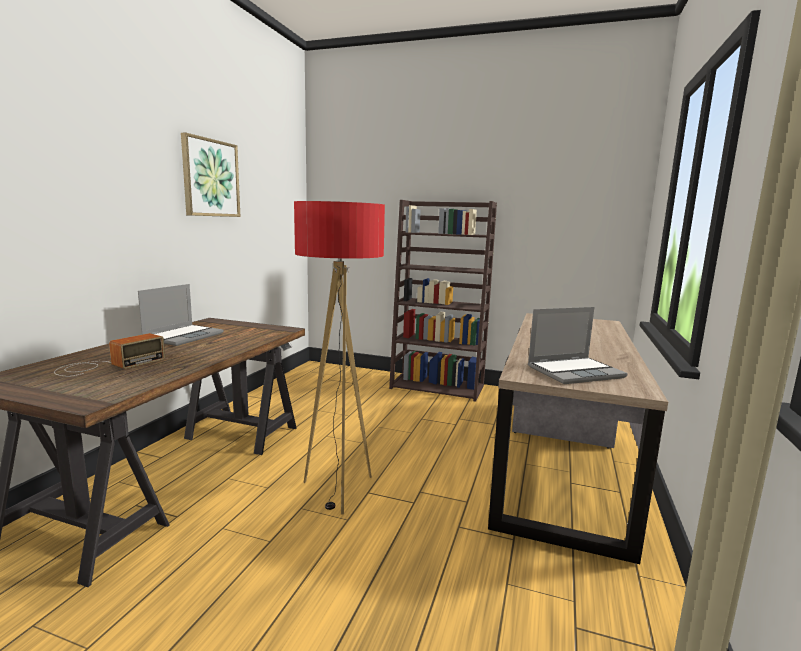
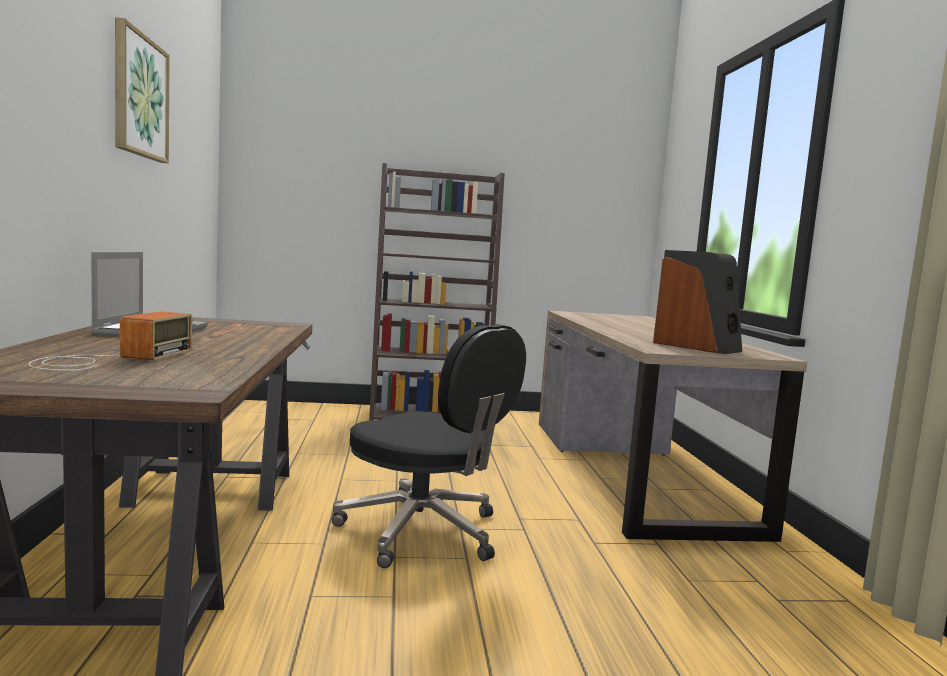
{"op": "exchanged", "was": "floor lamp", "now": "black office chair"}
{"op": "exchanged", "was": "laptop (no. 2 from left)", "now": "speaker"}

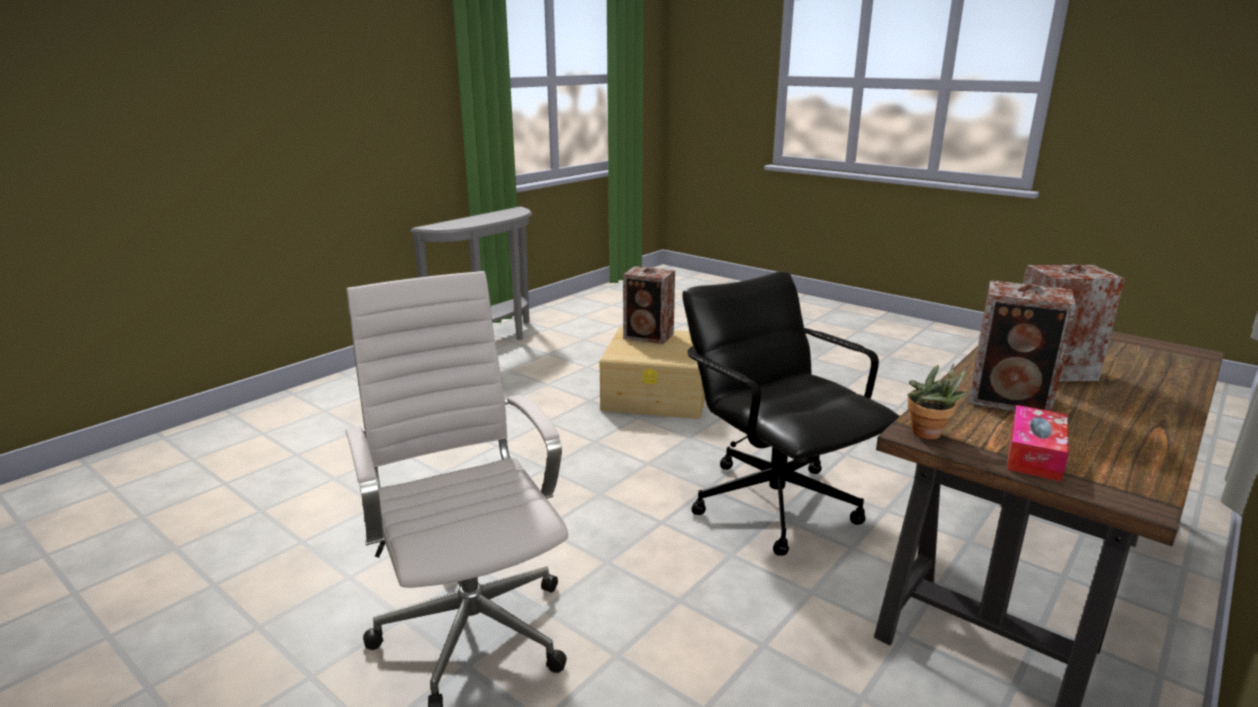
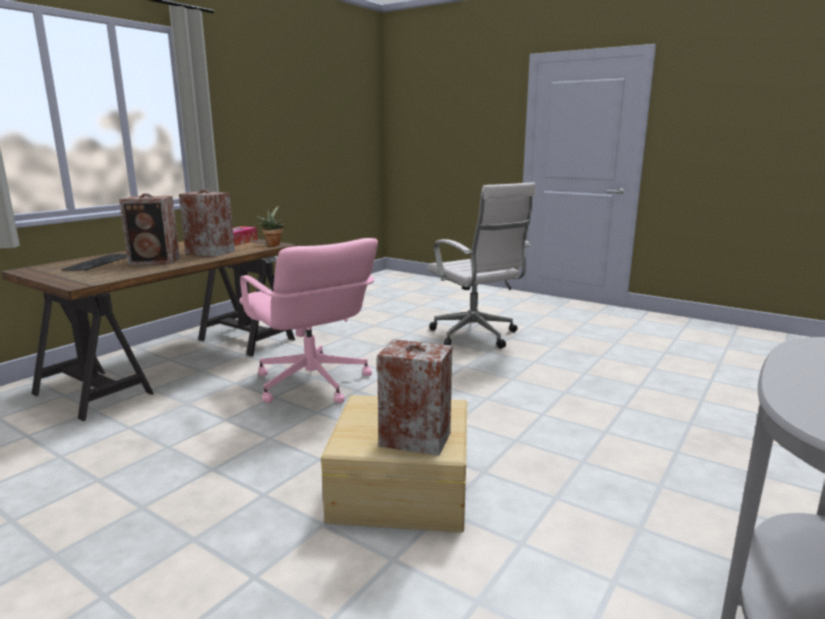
{"op": "appeared", "now": "keyboard"}
{"op": "colour", "was": "black office chair", "now": "pink office chair"}

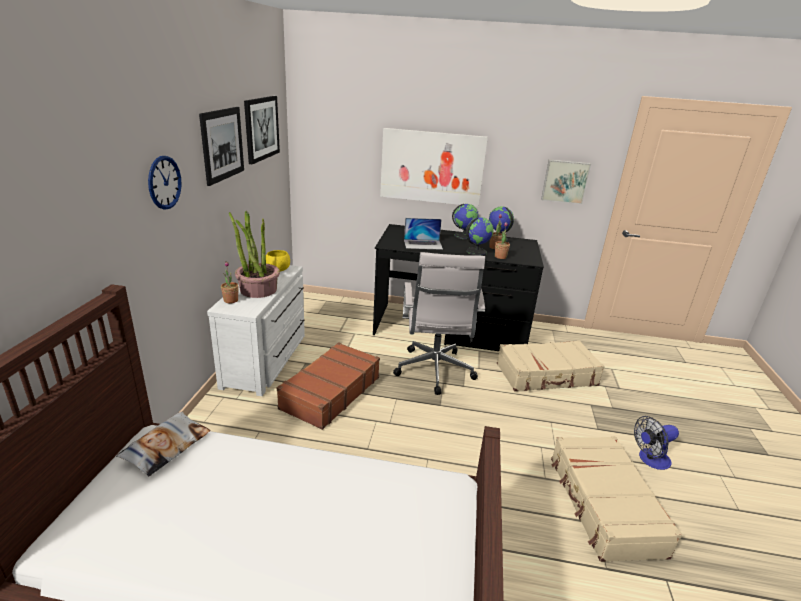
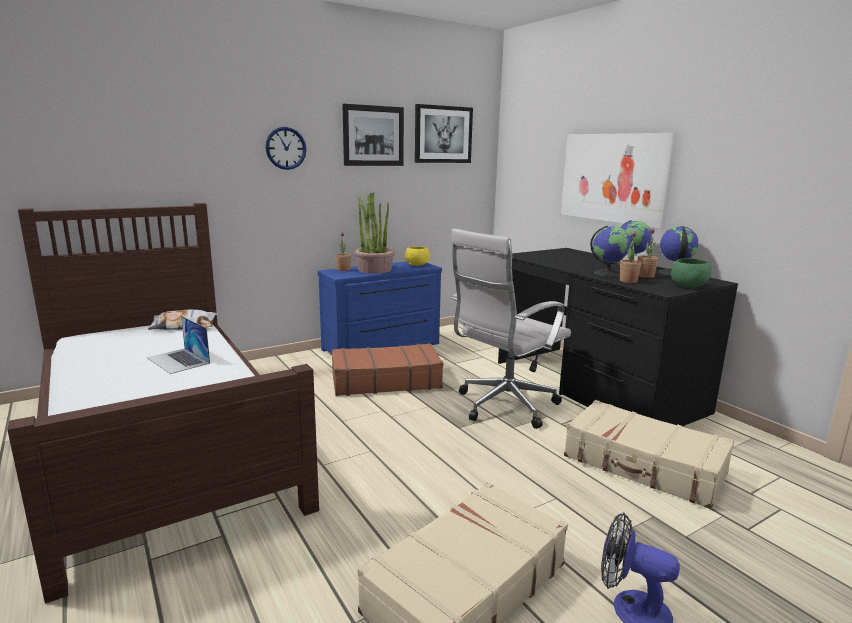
{"op": "missing", "was": "picture (no. 4 from left)"}
{"op": "appeared", "now": "green bowl"}
{"op": "relocated", "was": "laptop"}
{"op": "colour", "was": "white dresser", "now": "blue dresser"}

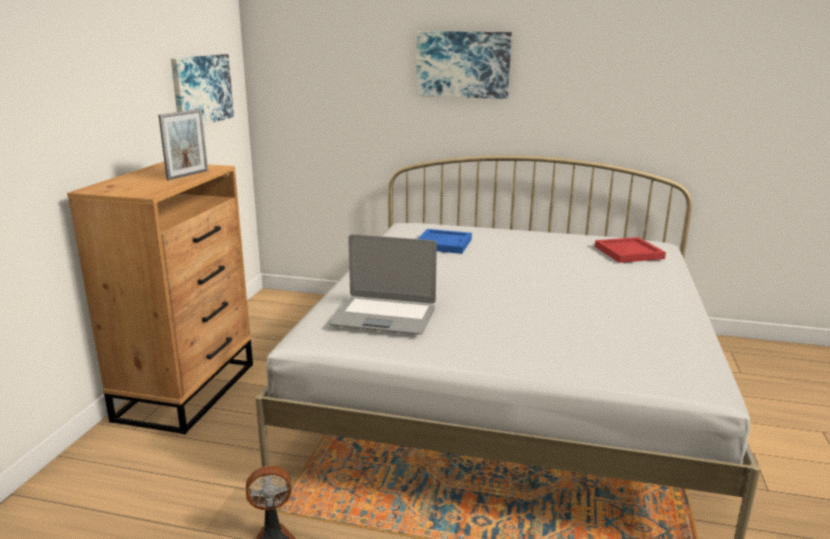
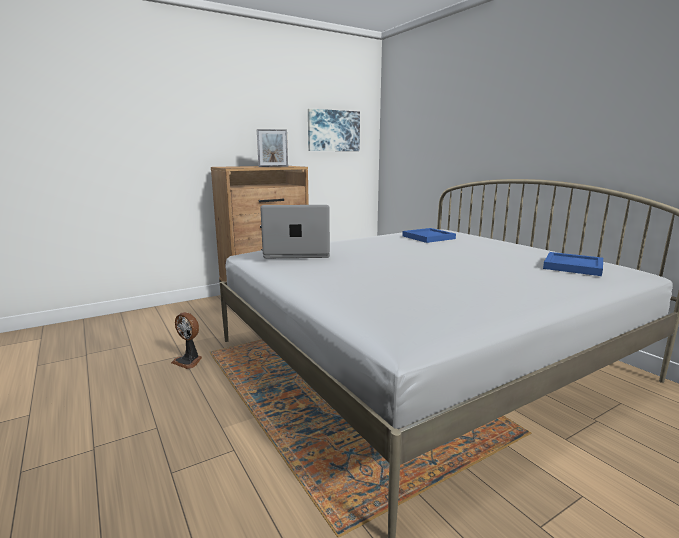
{"op": "missing", "was": "picture (no. 2 from left)"}
{"op": "colour", "was": "red tray", "now": "blue tray (no. 2 from left)"}
{"op": "spun", "was": "laptop", "clockwise": 120}

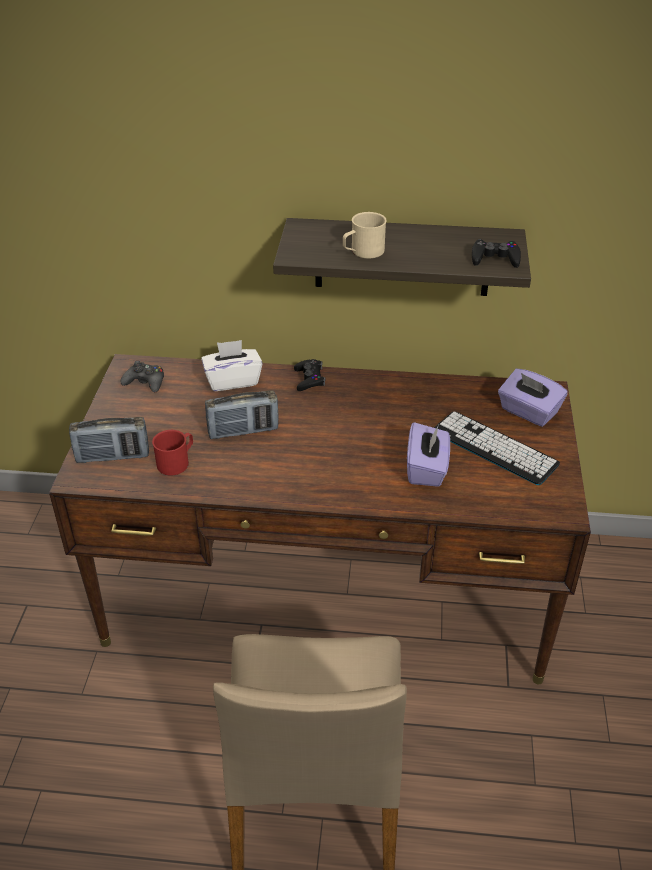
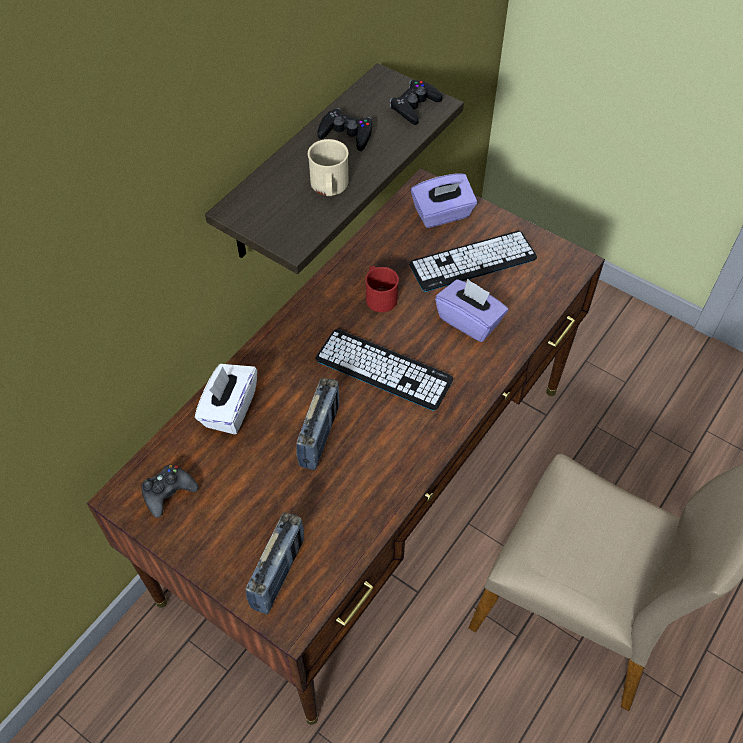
{"op": "appeared", "now": "keyboard (no. 1 from left)"}
{"op": "relocated", "was": "red mug"}
{"op": "relocated", "was": "black game controller (no. 2 from left)"}

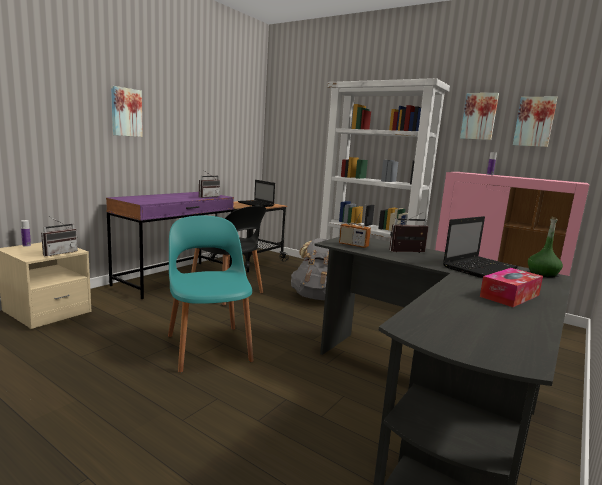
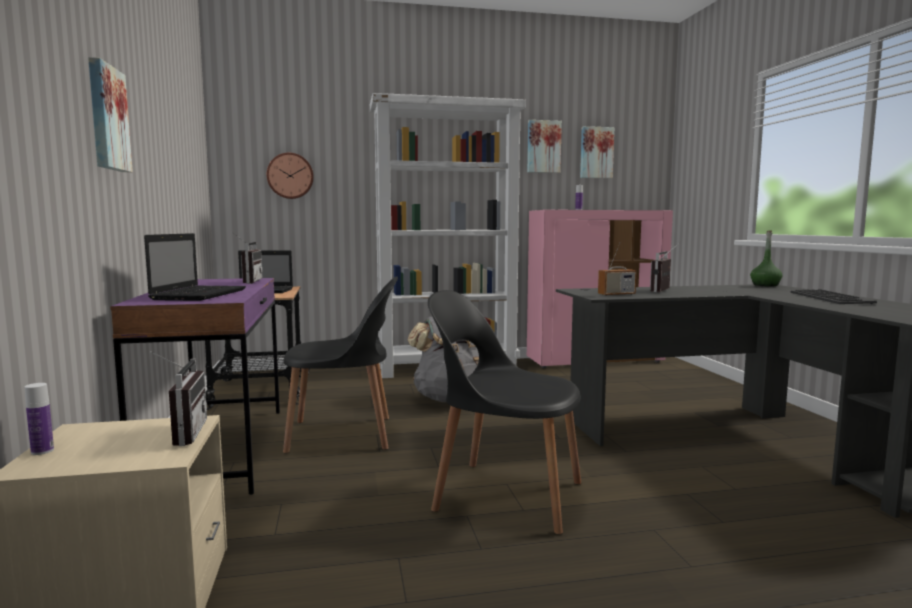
{"op": "appeared", "now": "wall clock"}
{"op": "relocated", "was": "laptop (no. 2 from left in the first image)", "now": "laptop (no. 1 from left)"}
{"op": "exchanged", "was": "tissue box", "now": "keyboard"}
{"op": "colour", "was": "turquoise chair", "now": "black chair (no. 2 from left)"}

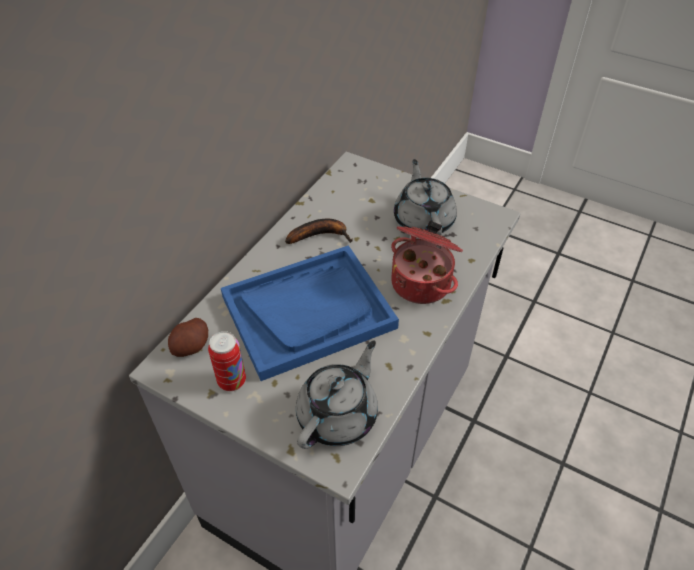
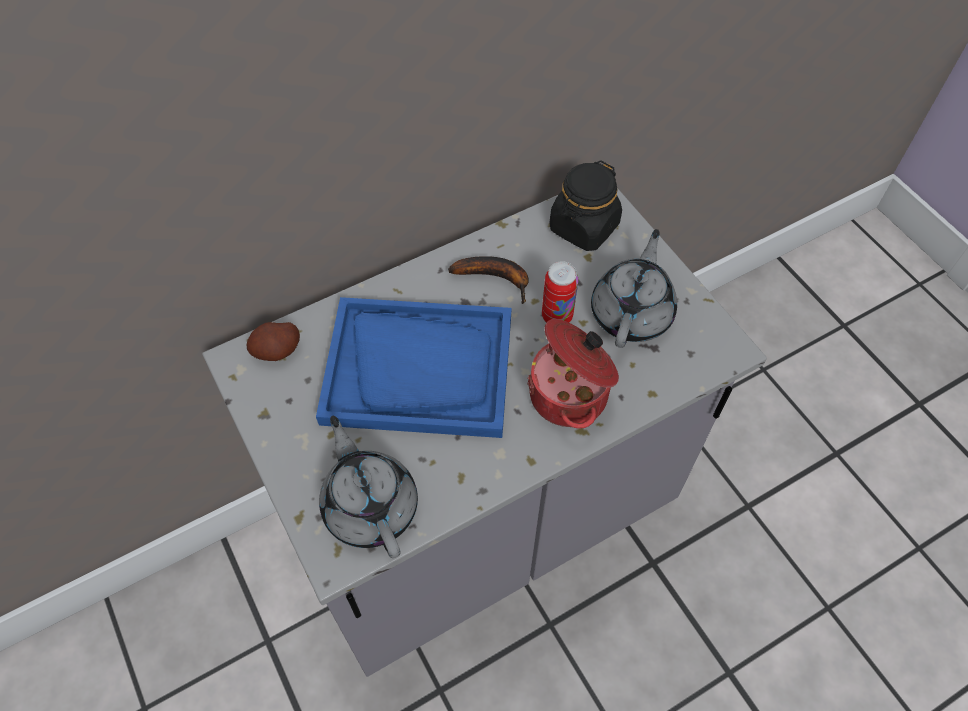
{"op": "appeared", "now": "black jar"}
{"op": "relocated", "was": "can"}
{"op": "spun", "was": "grey teapot (no. 1 from left)", "clockwise": -90}

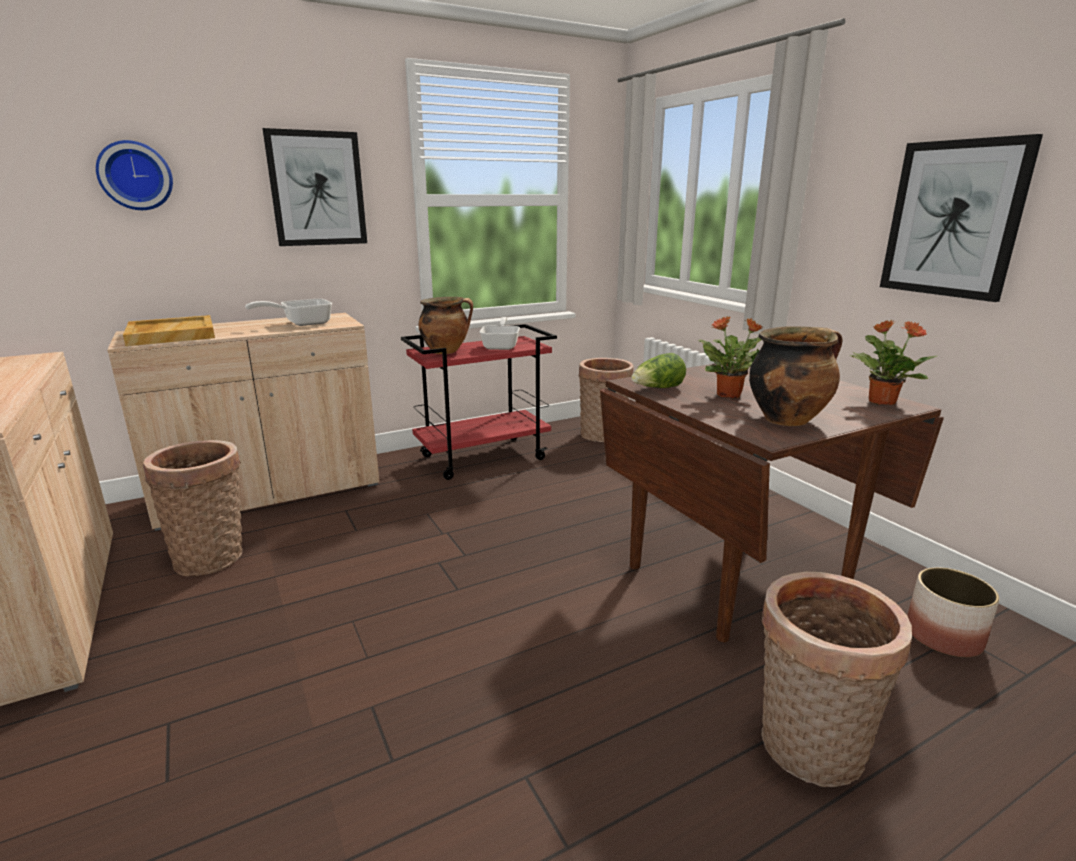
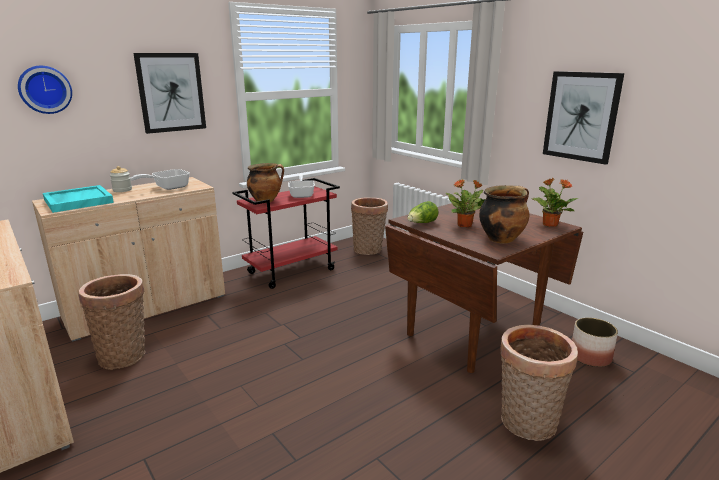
{"op": "appeared", "now": "jar"}
{"op": "colour", "was": "beige tray", "now": "turquoise tray"}

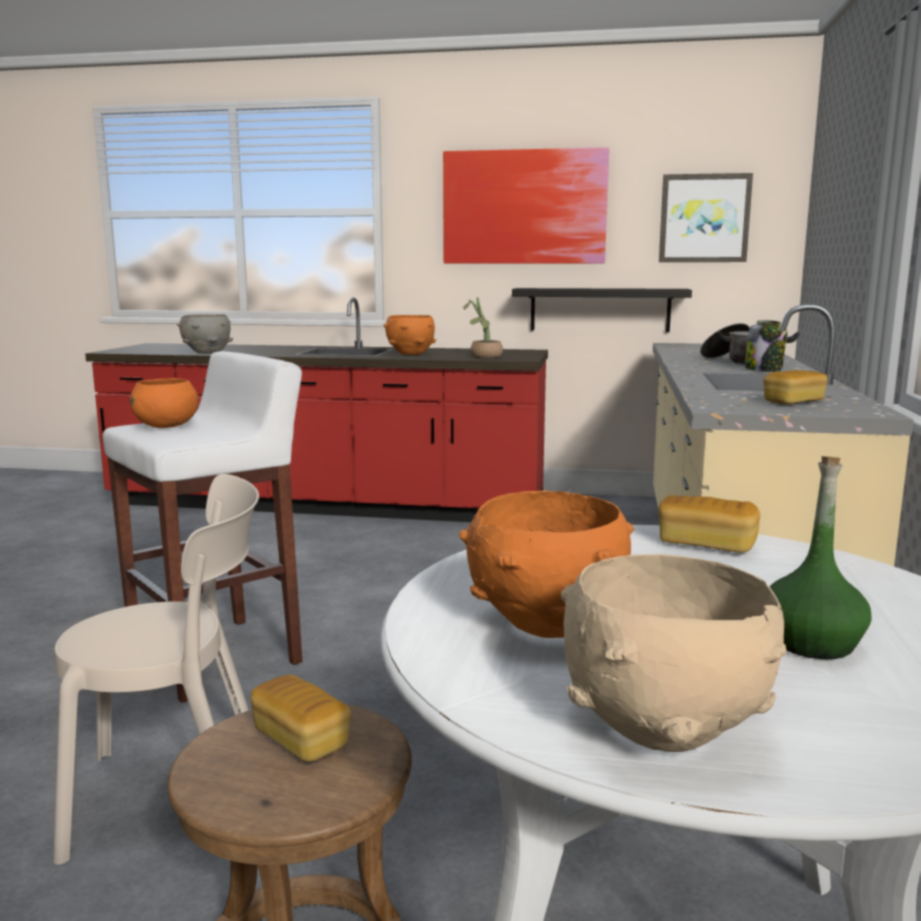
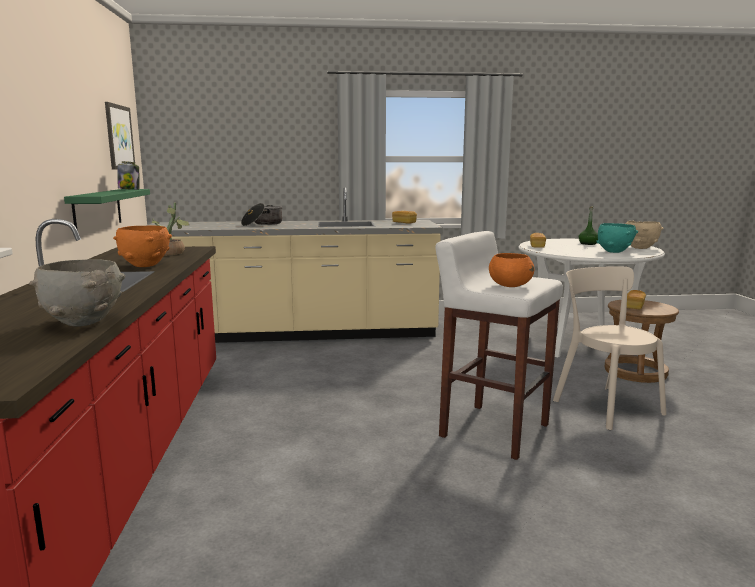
{"op": "missing", "was": "picture (no. 1 from left)"}
{"op": "relocated", "was": "jar"}
{"op": "colour", "was": "orange bowl (no. 3 from left)", "now": "turquoise bowl"}
{"op": "colour", "was": "black shelf", "now": "green shelf"}

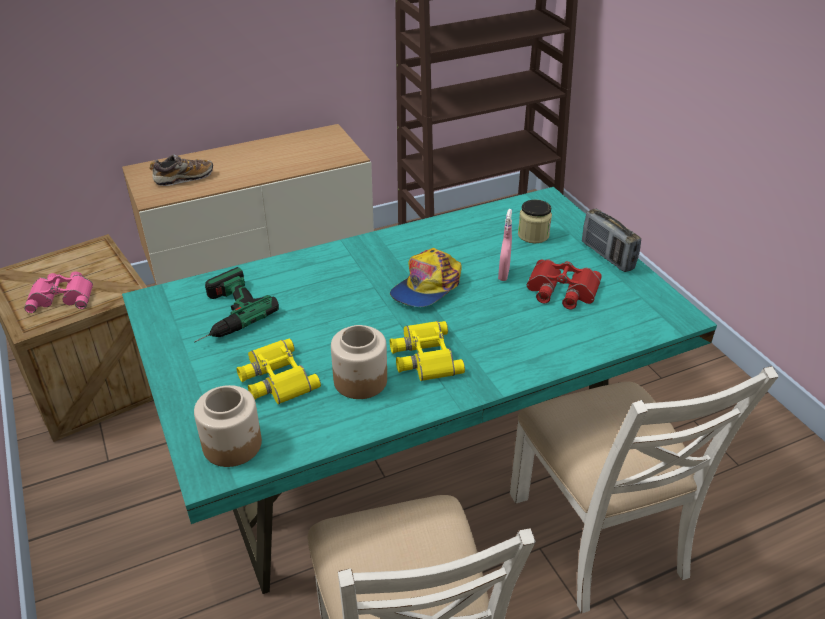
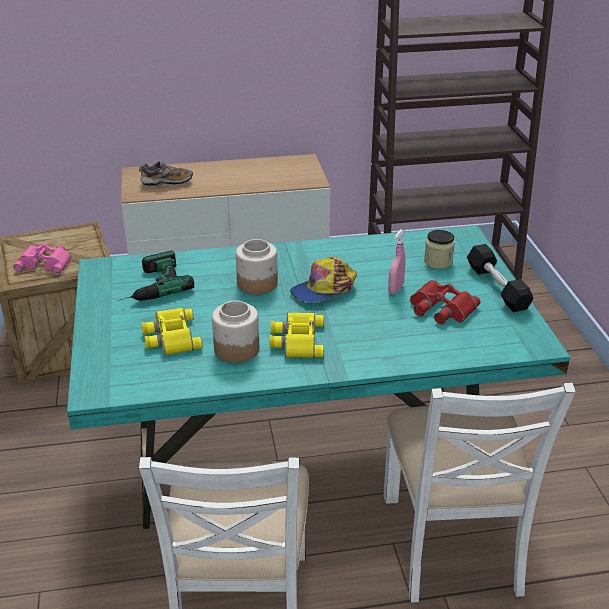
{"op": "relocated", "was": "jar (no. 1 from left in the first image)", "now": "jar (no. 2 from left)"}
{"op": "exchanged", "was": "radio", "now": "black dumbbell"}

